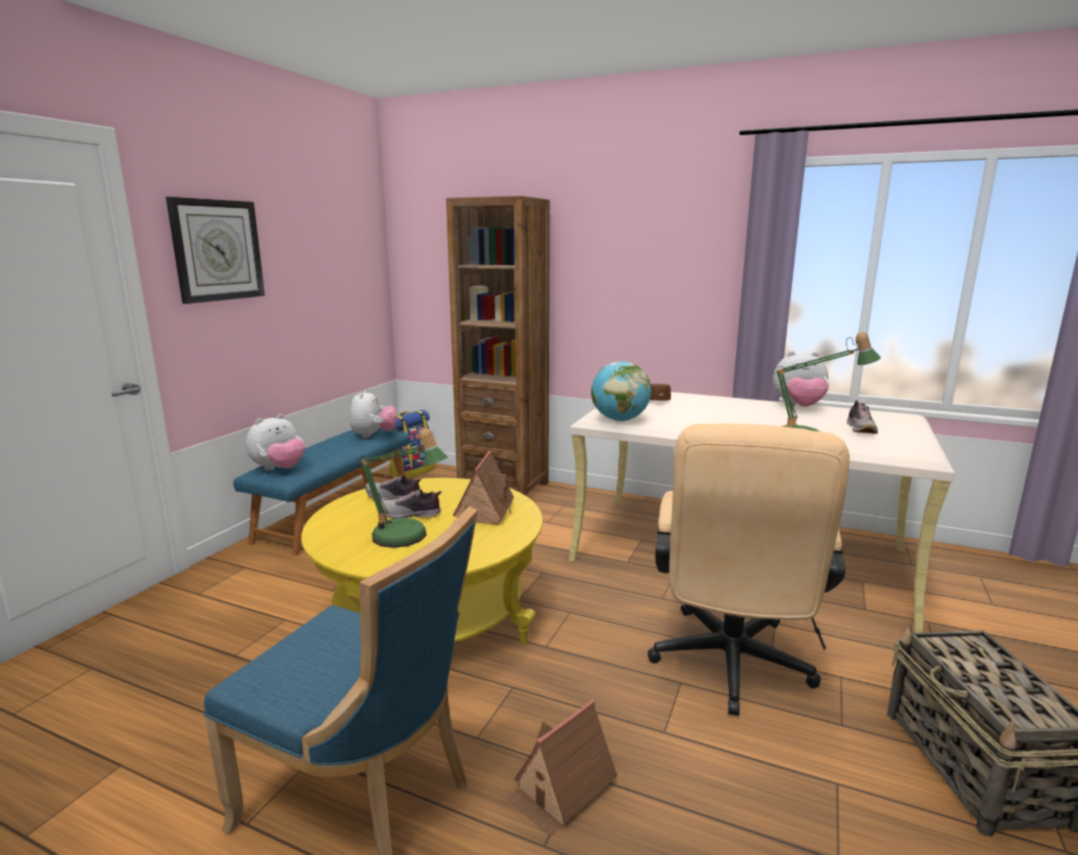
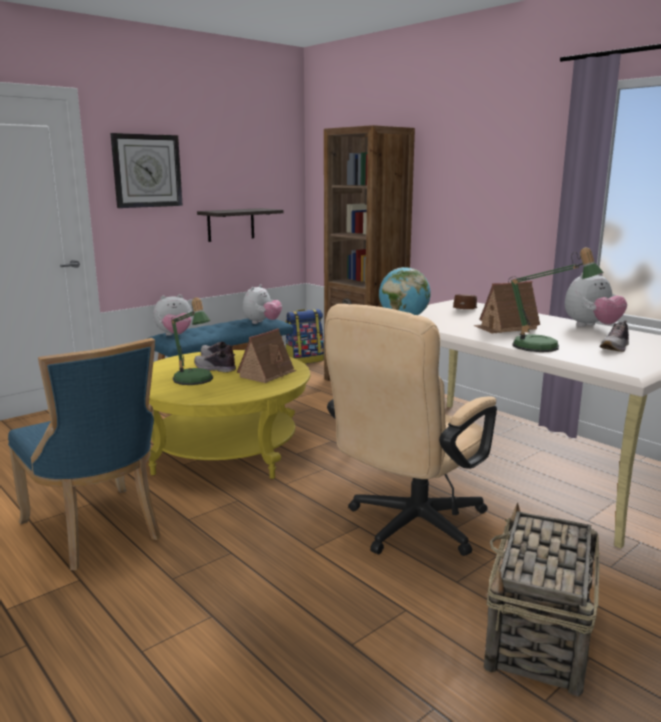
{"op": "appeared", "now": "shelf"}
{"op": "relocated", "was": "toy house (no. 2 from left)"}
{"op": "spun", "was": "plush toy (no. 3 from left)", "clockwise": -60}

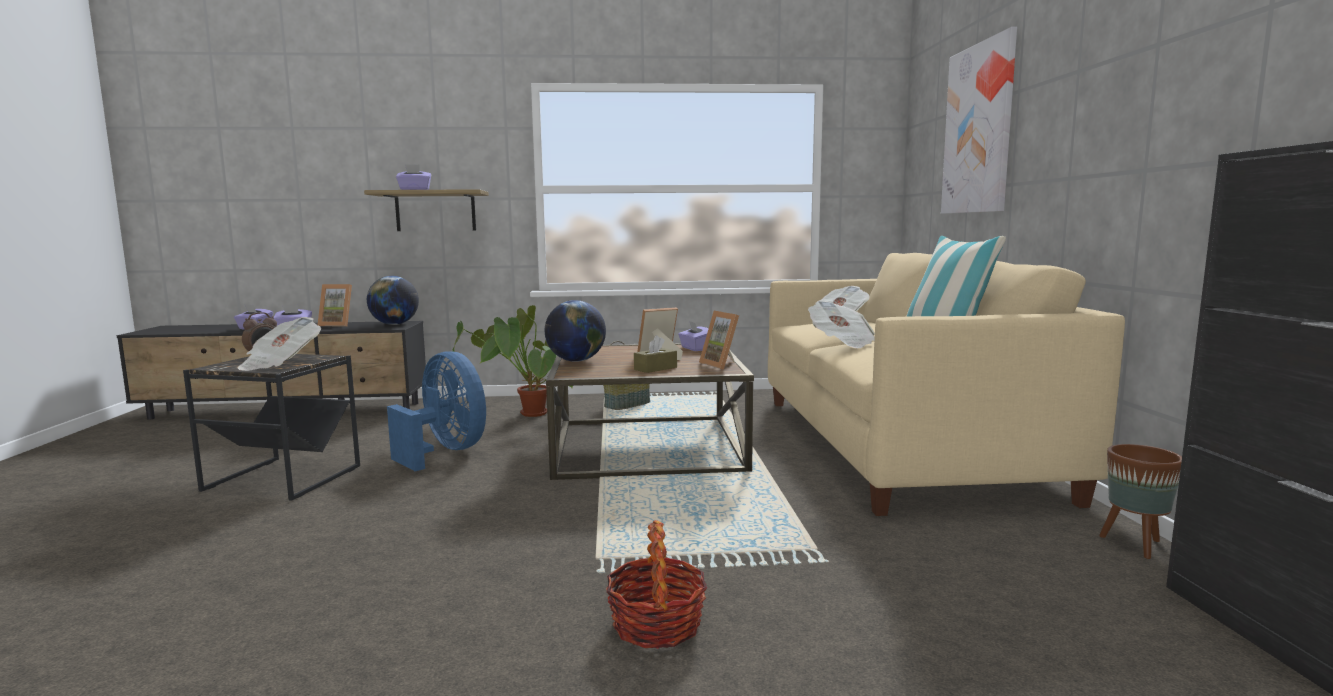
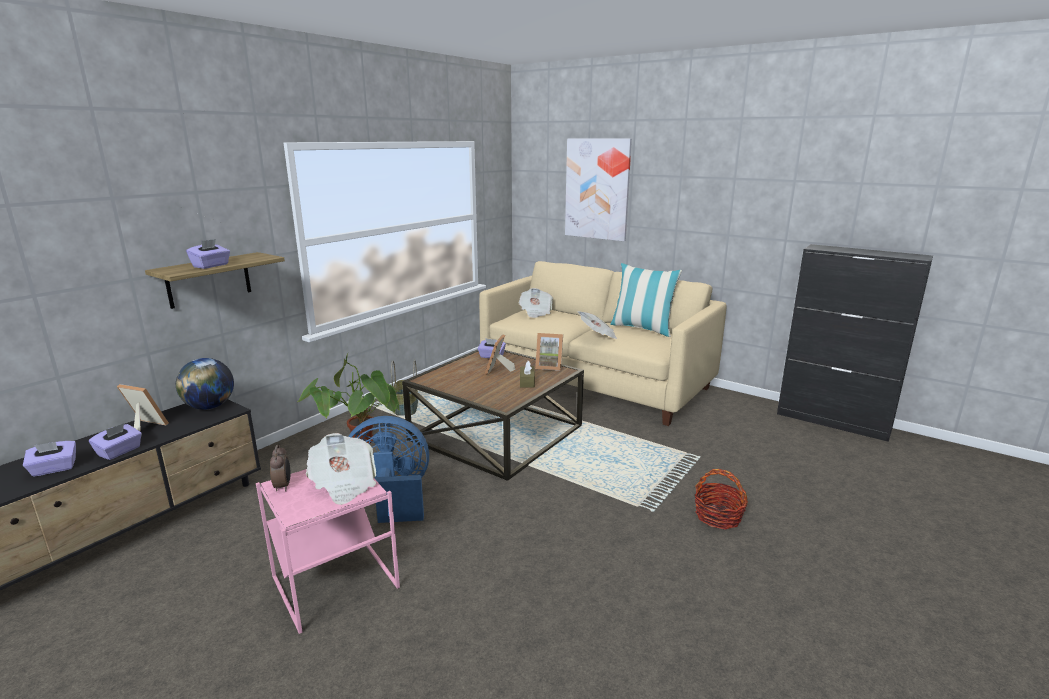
{"op": "missing", "was": "globe (no. 2 from left)"}
{"op": "missing", "was": "brown planter"}
{"op": "colour", "was": "black side table", "now": "pink side table"}
{"op": "spun", "was": "picture frame (no. 1 from left)", "clockwise": -120}

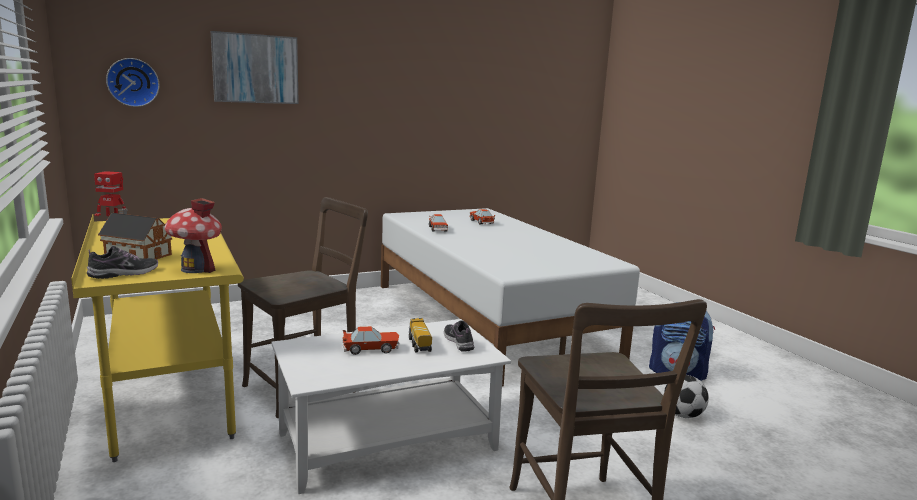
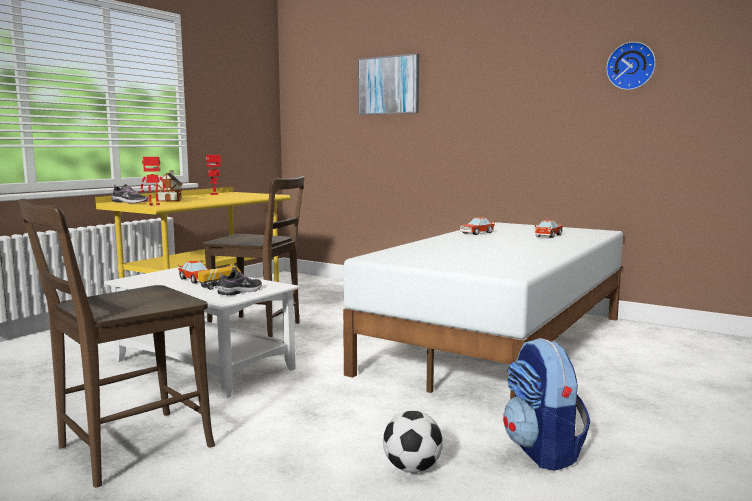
{"op": "relocated", "was": "wall clock"}
{"op": "exchanged", "was": "toy house (no. 2 from left)", "now": "toy robot (no. 1 from left)"}

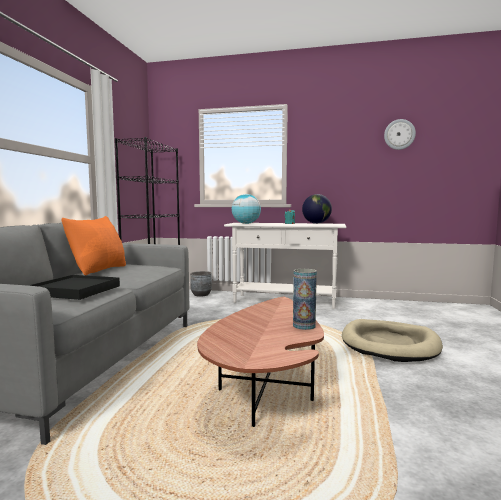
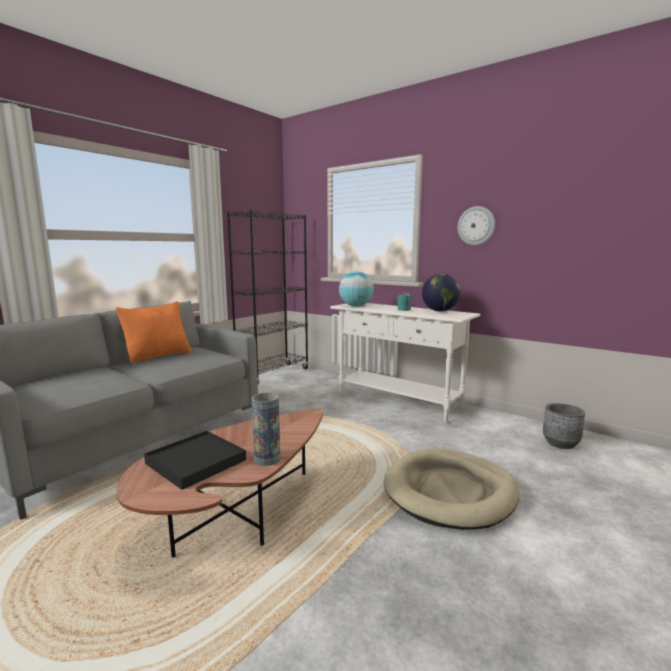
{"op": "relocated", "was": "black tray"}
{"op": "relocated", "was": "grey planter"}
{"op": "relocated", "was": "wall clock"}

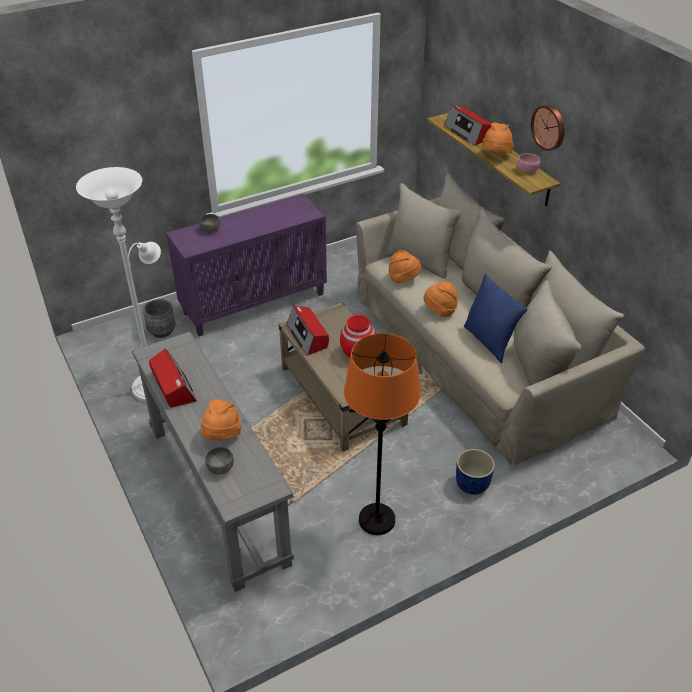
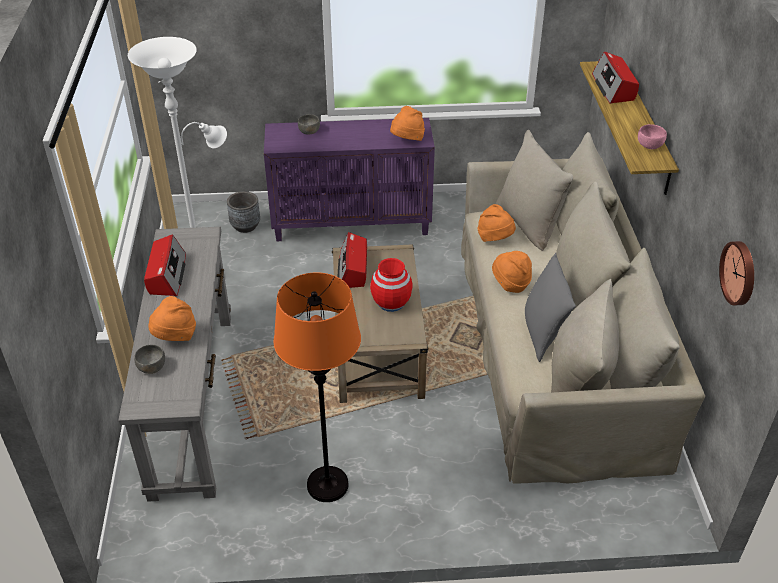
{"op": "missing", "was": "blue planter"}
{"op": "relocated", "was": "orange hat (no. 4 from left in the first image)", "now": "orange hat (no. 2 from left)"}
{"op": "relocated", "was": "wall clock"}
{"op": "colour", "was": "blue pillow", "now": "grey pillow"}

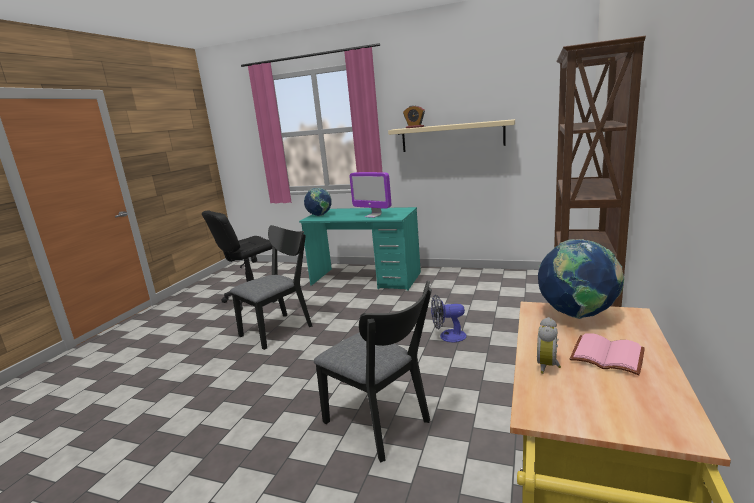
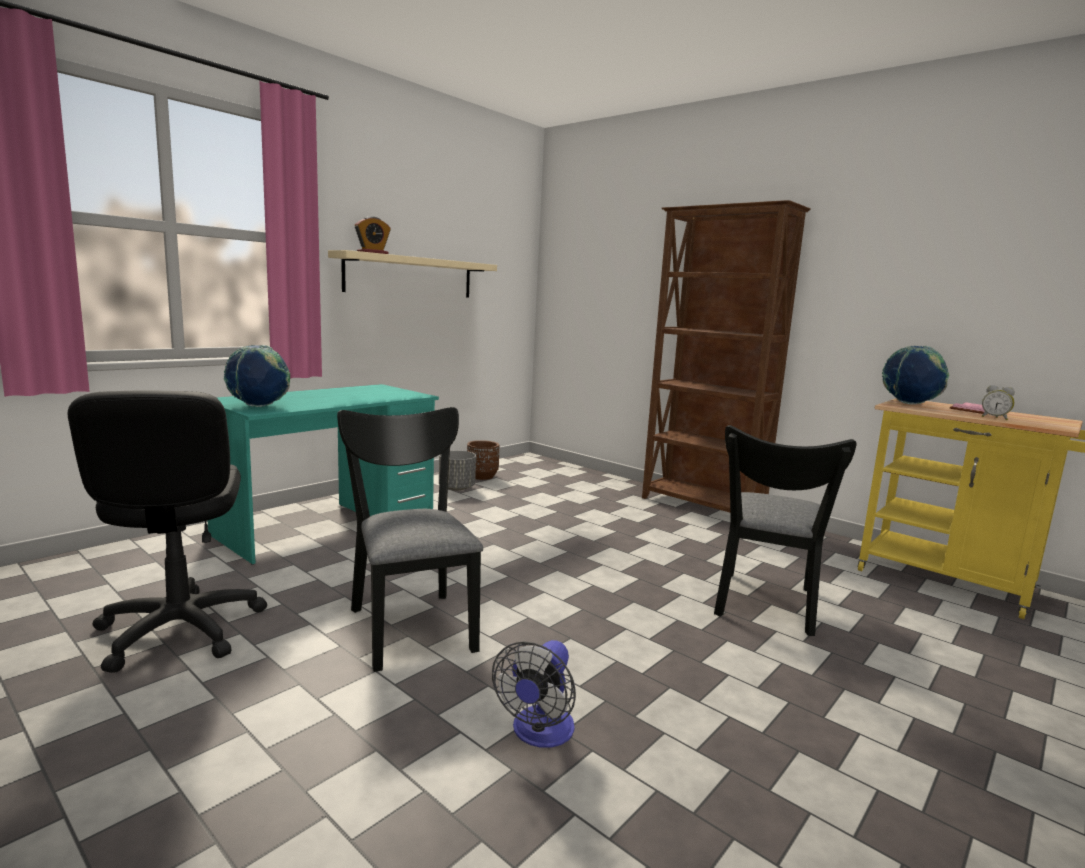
{"op": "missing", "was": "monitor"}
{"op": "appeared", "now": "grey planter"}
{"op": "appeared", "now": "brown planter"}
{"op": "relocated", "was": "fan"}
{"op": "spun", "was": "black chair (no. 2 from left)", "clockwise": 135}

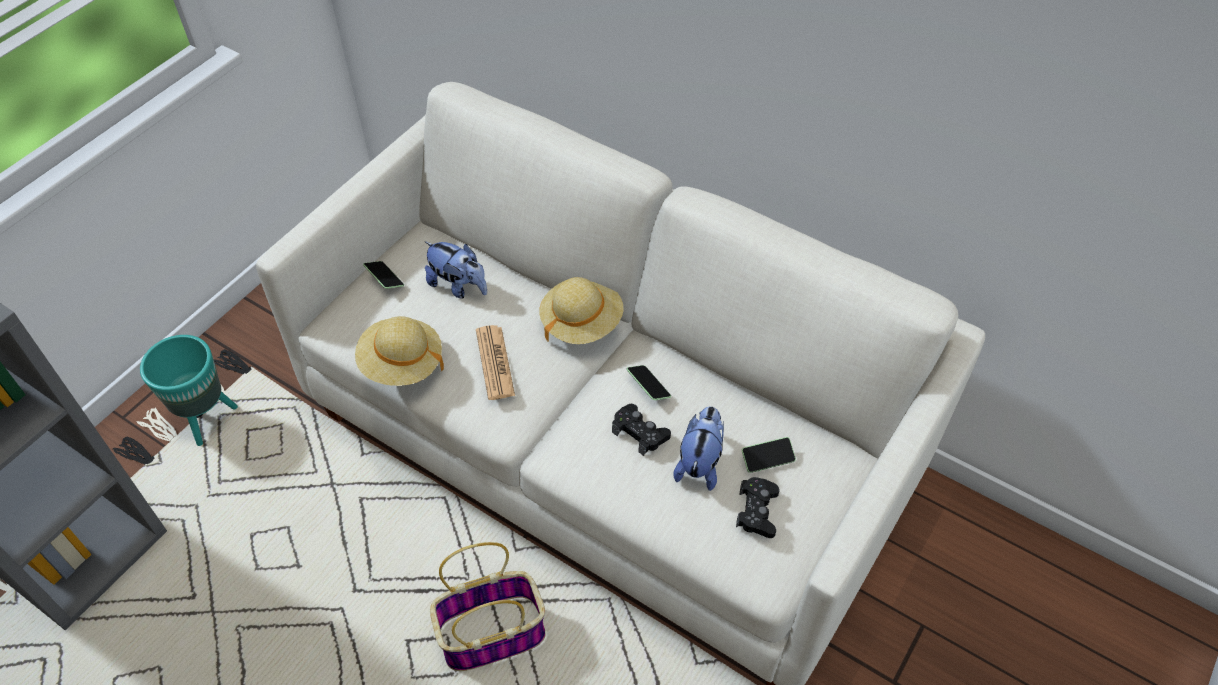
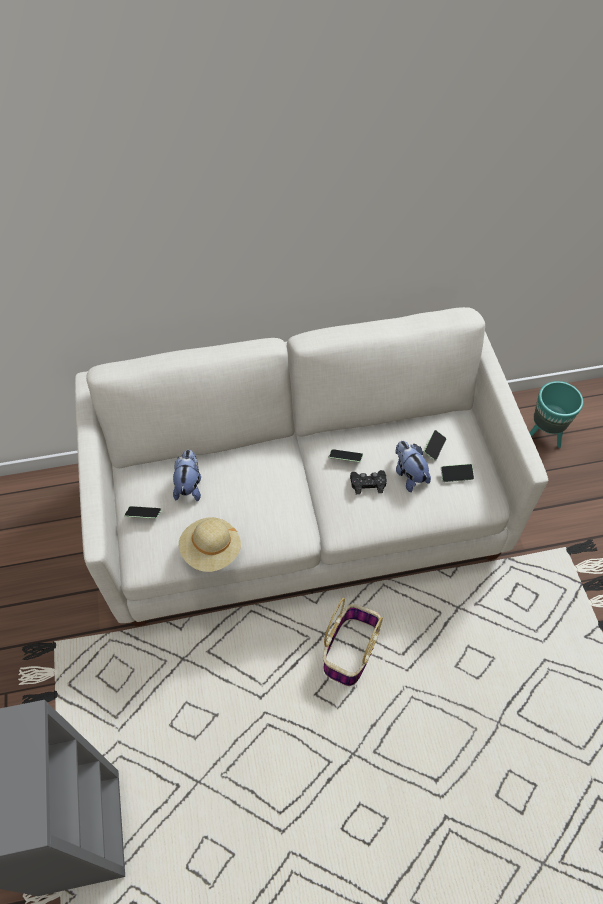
{"op": "missing", "was": "newspaper"}
{"op": "missing", "was": "beige hat (no. 2 from left)"}
{"op": "relocated", "was": "turquoise planter"}
{"op": "exchanged", "was": "black game controller (no. 2 from left)", "now": "phone (no. 4 from left)"}
{"op": "spun", "was": "plush toy (no. 1 from left)", "clockwise": -75}

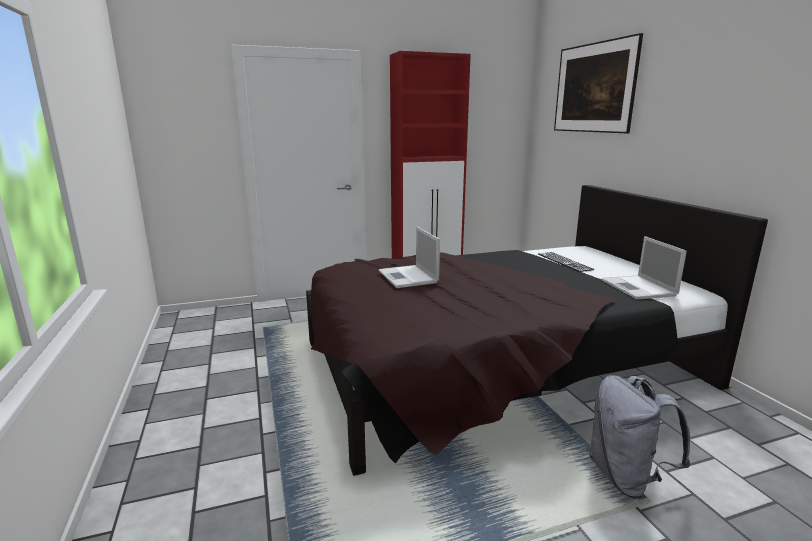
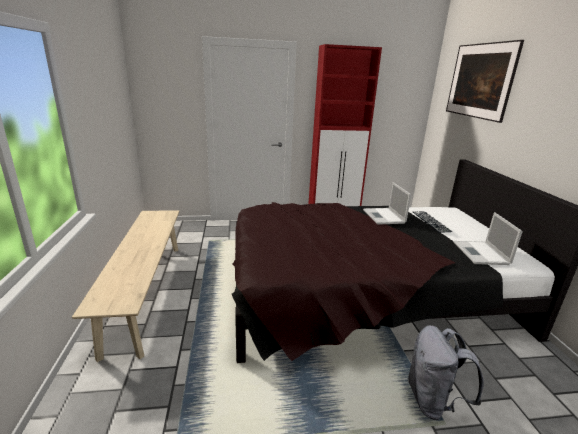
{"op": "appeared", "now": "beige bench"}
{"op": "relocated", "was": "laptop (no. 1 from left)"}

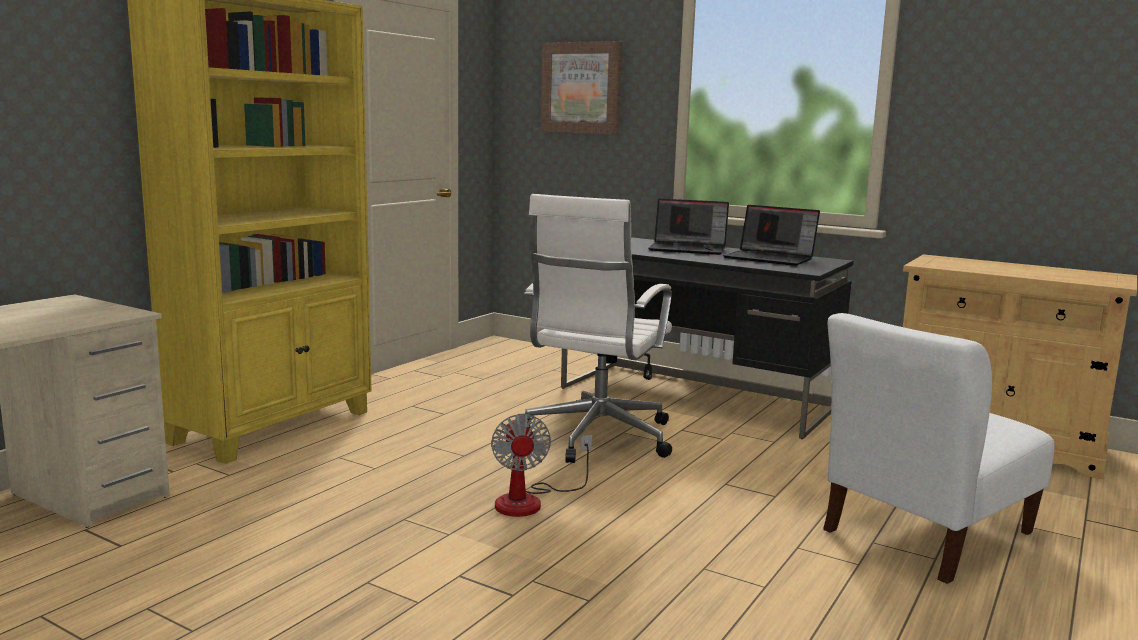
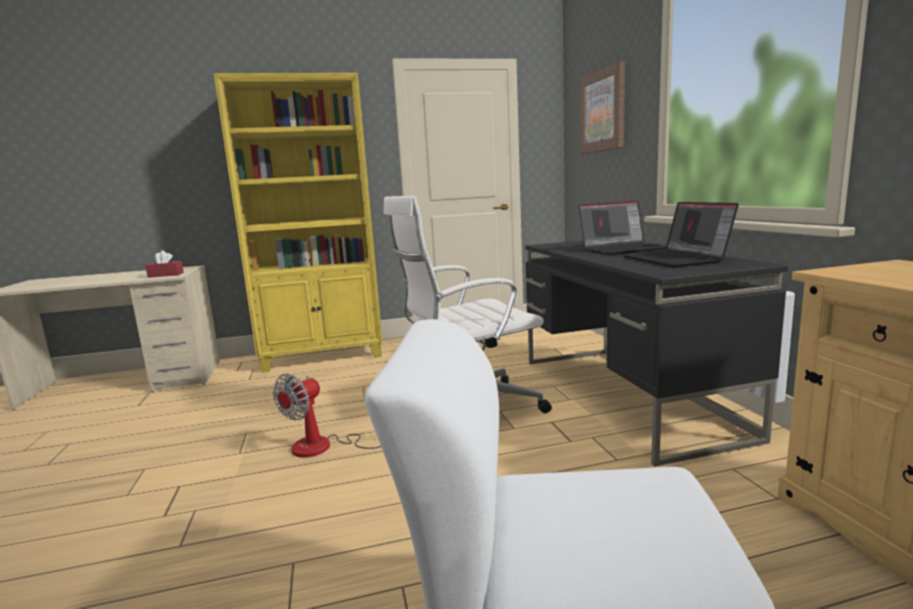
{"op": "appeared", "now": "red tissue box"}
{"op": "spun", "was": "laptop (no. 1 from left)", "clockwise": -75}

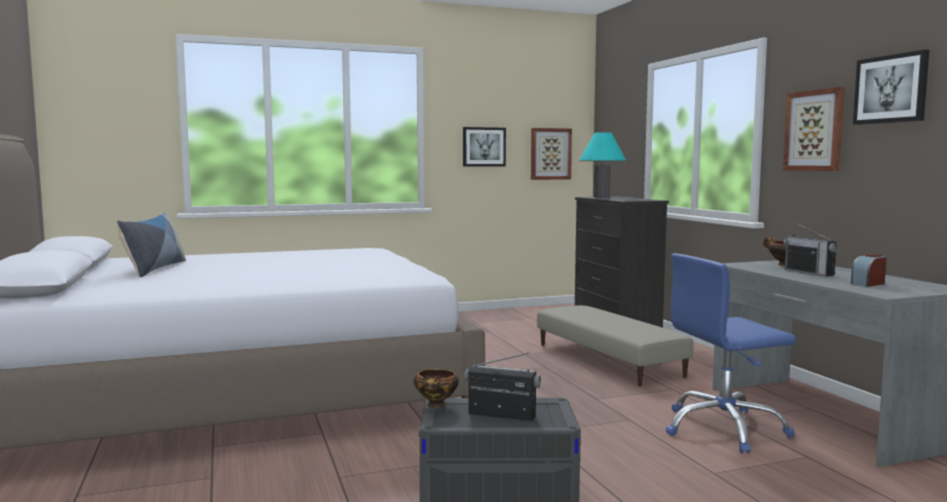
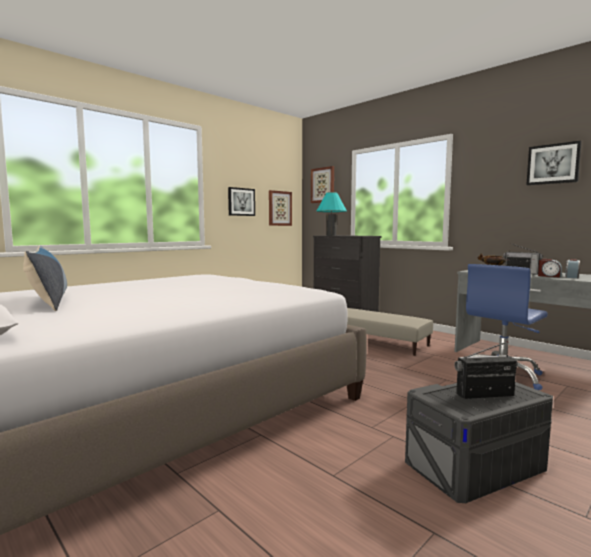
{"op": "missing", "was": "bowl (no. 1 from left)"}
{"op": "appeared", "now": "alarm clock (no. 1 from left)"}
{"op": "relocated", "was": "picture (no. 3 from left)"}

